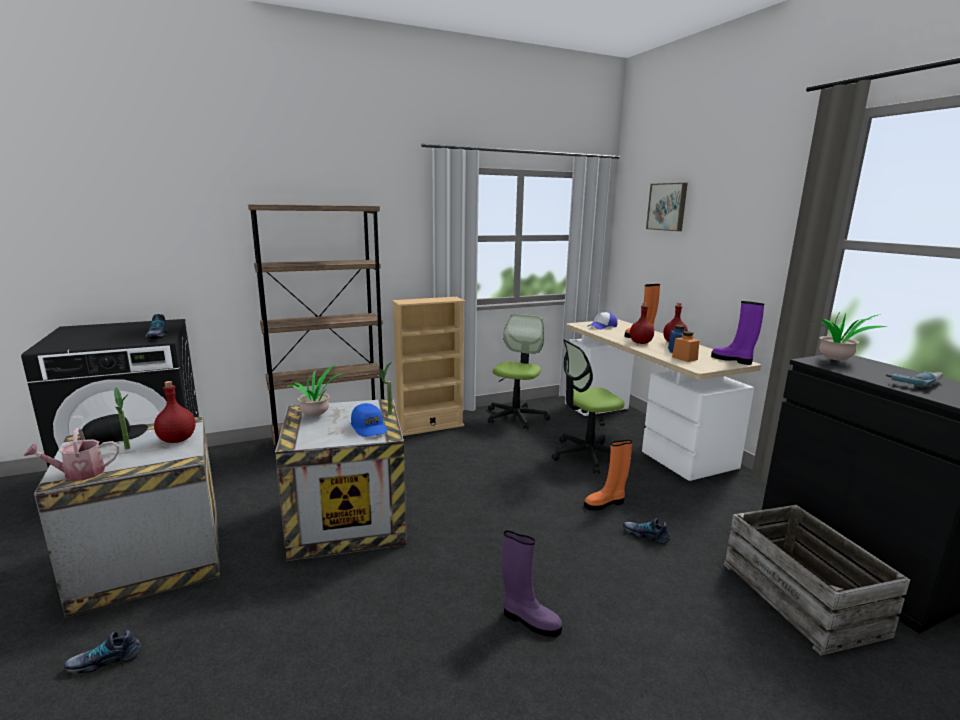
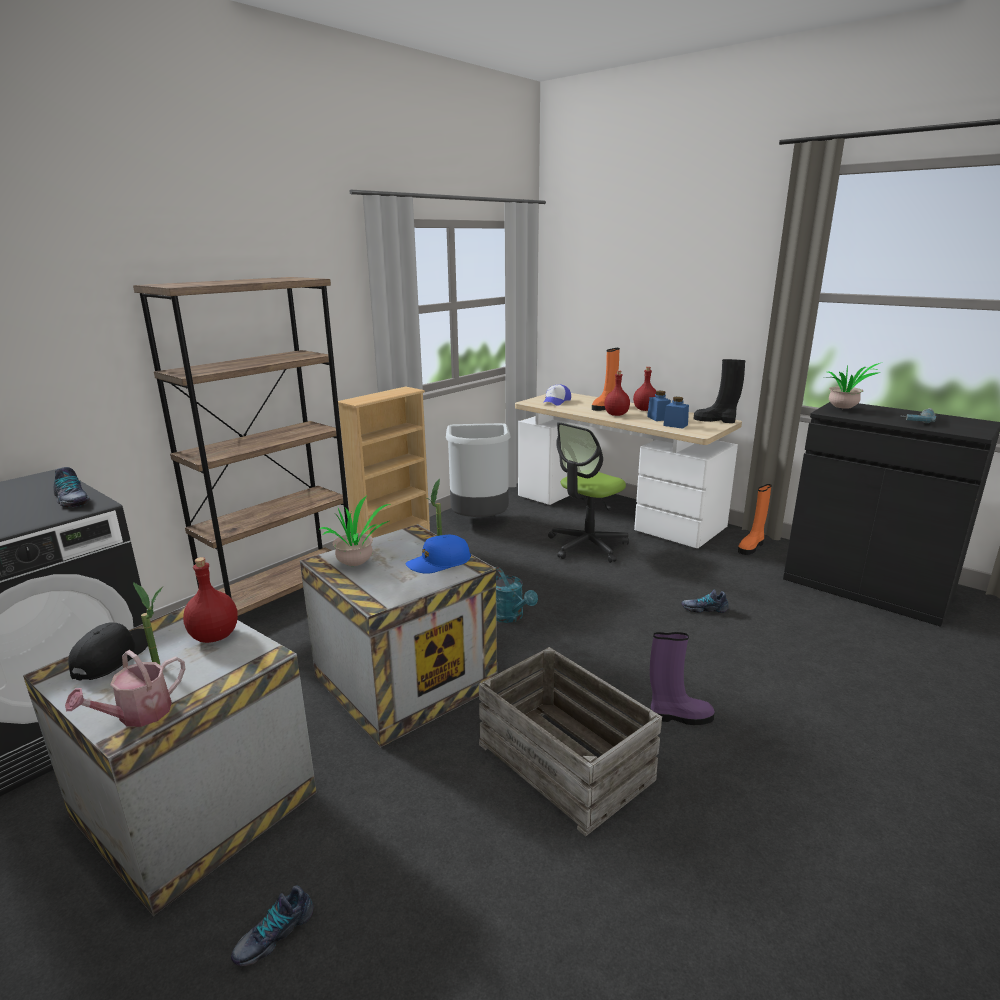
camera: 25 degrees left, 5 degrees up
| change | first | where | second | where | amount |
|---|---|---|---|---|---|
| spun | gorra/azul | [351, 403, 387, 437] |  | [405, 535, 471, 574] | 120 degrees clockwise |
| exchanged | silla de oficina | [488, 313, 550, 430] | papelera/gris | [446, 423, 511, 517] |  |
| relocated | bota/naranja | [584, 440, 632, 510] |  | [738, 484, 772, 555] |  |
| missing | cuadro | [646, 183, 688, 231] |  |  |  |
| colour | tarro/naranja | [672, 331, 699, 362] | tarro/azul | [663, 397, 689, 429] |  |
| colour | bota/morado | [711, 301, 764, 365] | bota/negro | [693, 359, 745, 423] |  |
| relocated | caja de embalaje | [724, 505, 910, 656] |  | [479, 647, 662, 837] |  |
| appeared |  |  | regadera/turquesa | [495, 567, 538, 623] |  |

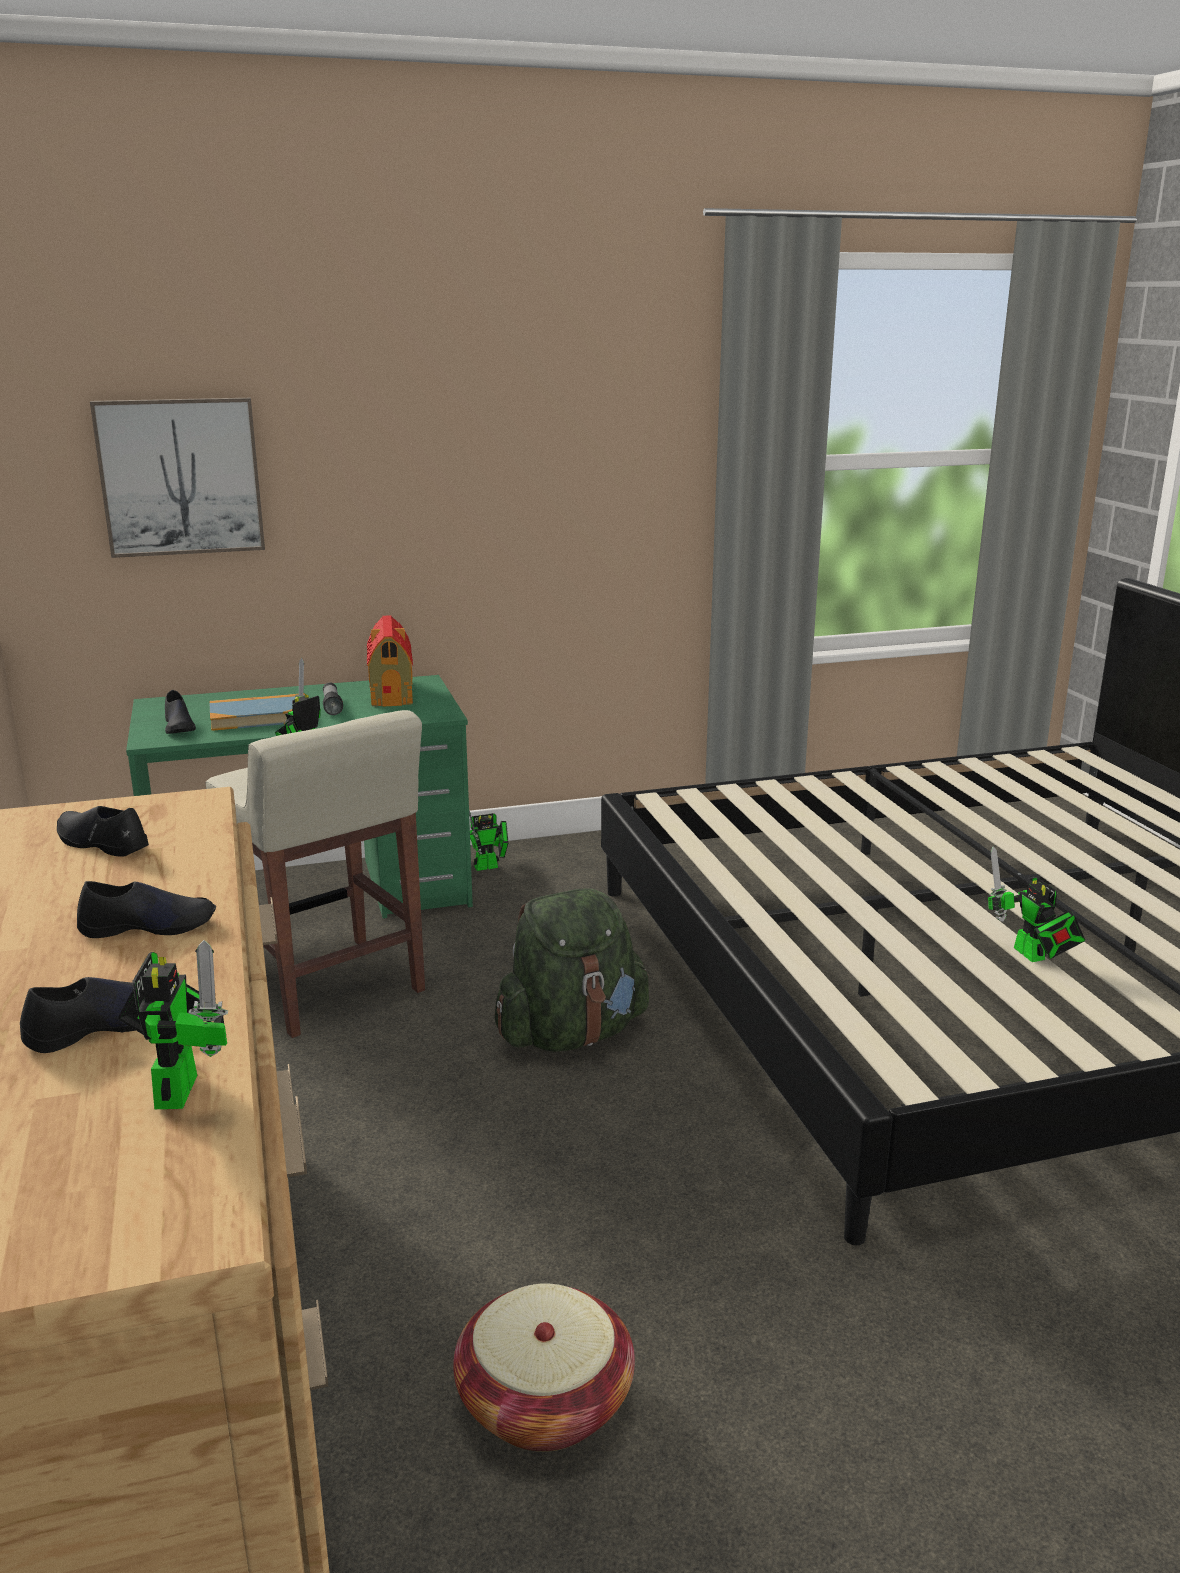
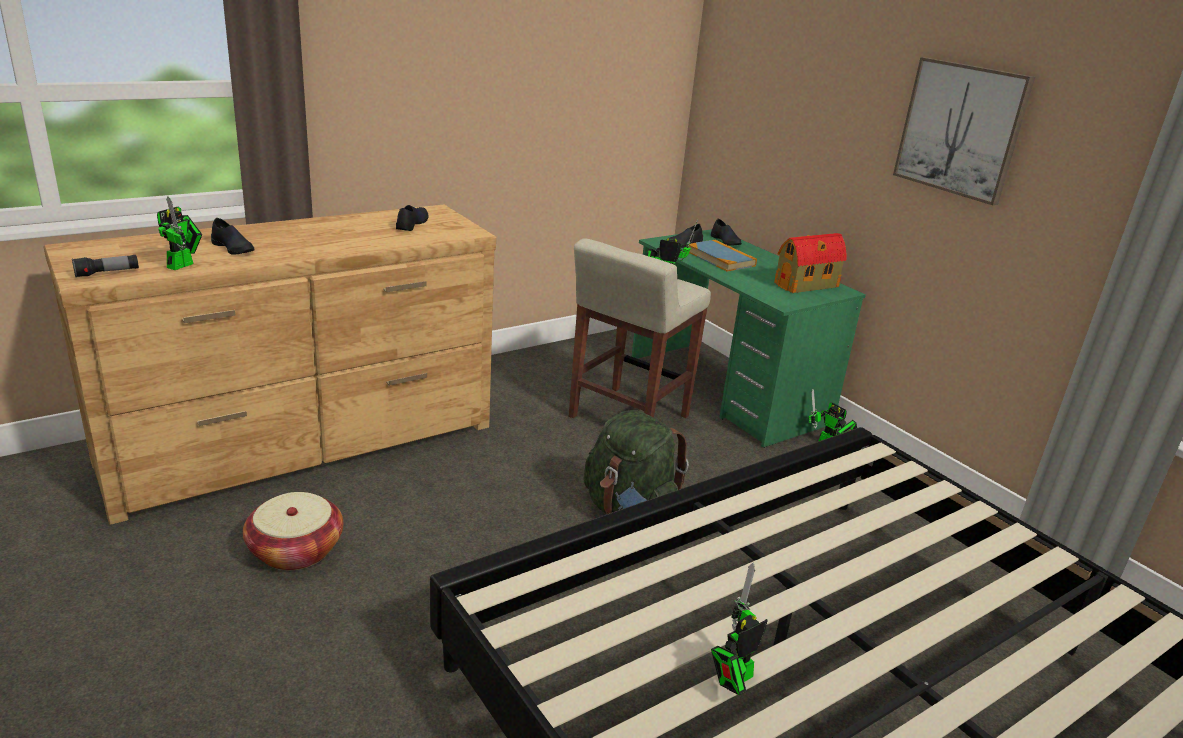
camera: 70 degrees right, 5 degrees up
| change | first | where | second | where | amount |
|---|---|---|---|---|---|
| relocated | zapato/negro | [77, 881, 216, 938] |  | [711, 219, 742, 246] |  |
| relocated | cuadro | [90, 398, 265, 558] |  | [893, 57, 1035, 205] |  |
| spun | robot de juguete | [118, 940, 228, 1109] |  | [157, 196, 202, 270] | 45 degrees counterclockwise |
| relocated | linterna | [323, 682, 343, 715] |  | [72, 255, 139, 277] |  |

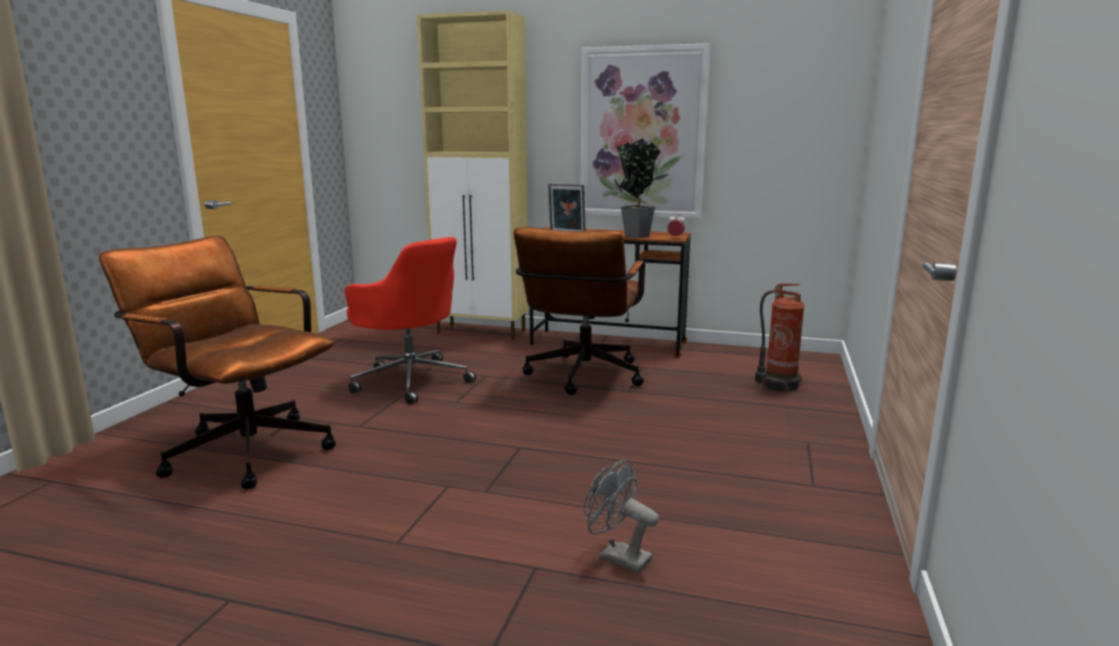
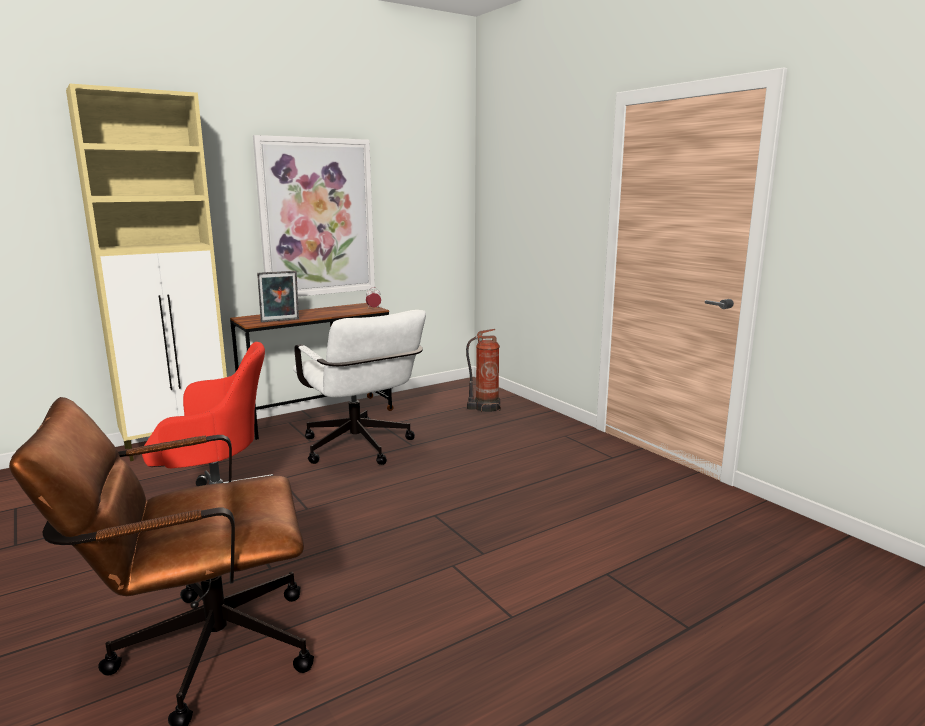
camera: 50 degrees left, 0 degrees up
| change | first | where | second | where | amount |
|---|---|---|---|---|---|
| colour | silla de oficina/marrón | [514, 227, 645, 395] | silla de oficina/blanco | [293, 310, 426, 465] |  |
| missing | ventilador/gris | [584, 459, 659, 573] |  |  |  |
| missing | planta en maceta | [616, 138, 660, 238] |  |  |  |

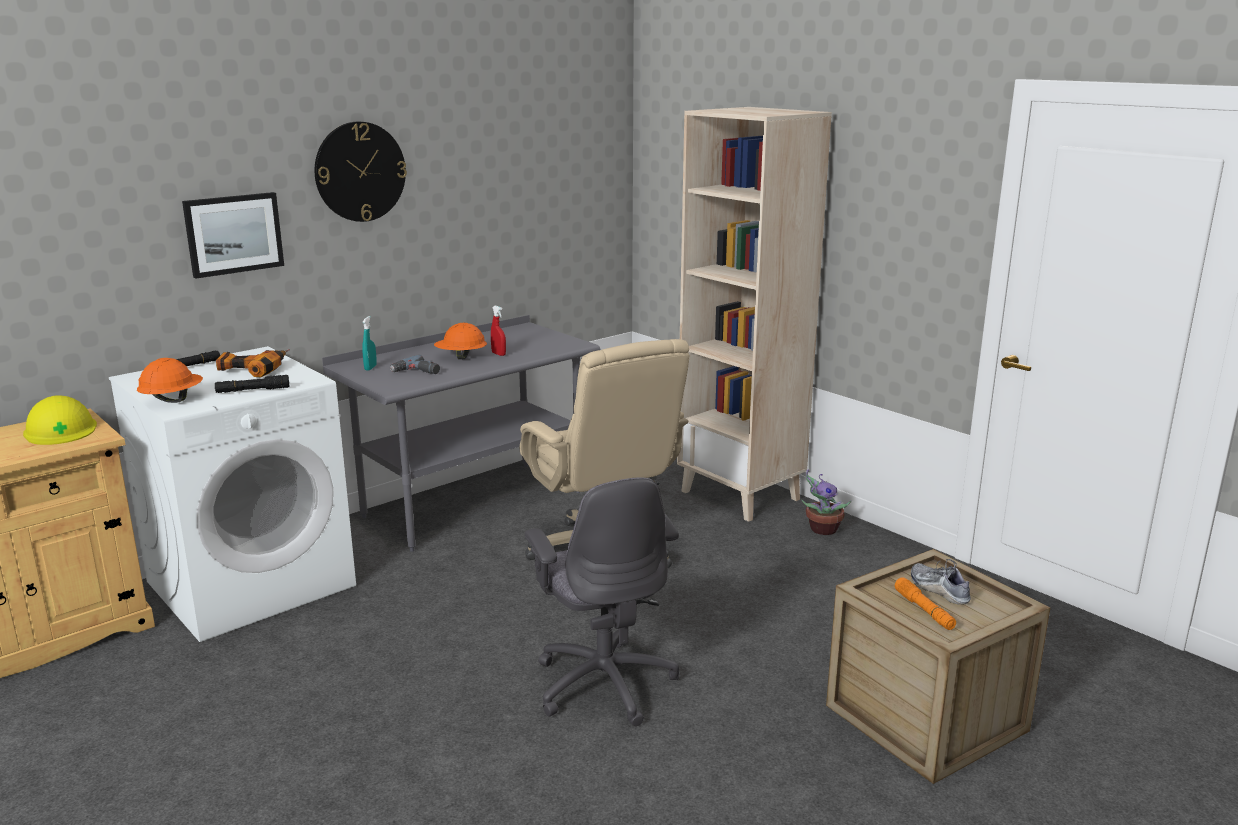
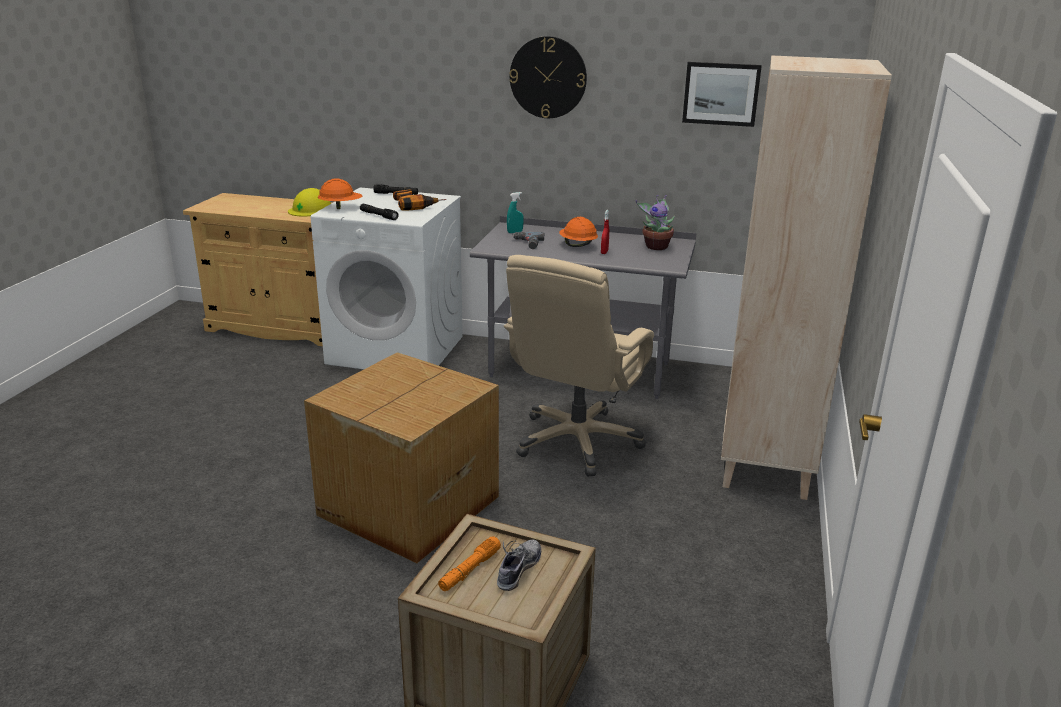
camera: 55 degrees right, 5 degrees up
| change | first | where | second | where | amount |
|---|---|---|---|---|---|
| relocated | cuadro | [182, 192, 284, 279] |  | [682, 62, 762, 127] |  |
| exchanged | silla de oficina/gris | [525, 477, 679, 726] | caja de cartón | [304, 352, 499, 563] |  |
| relocated | planta en maceta | [801, 469, 851, 535] |  | [636, 195, 675, 250] |  |

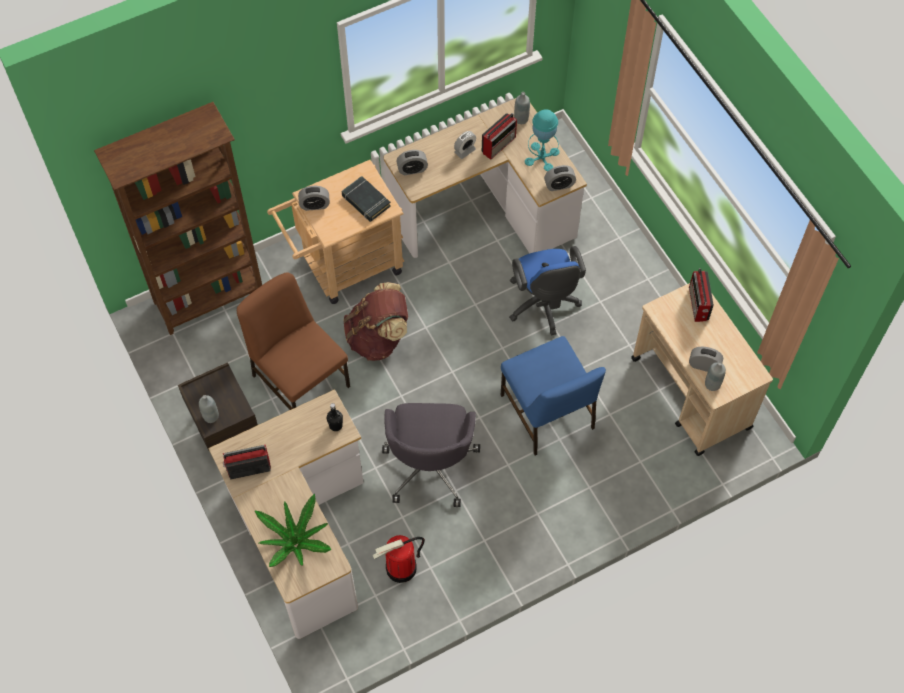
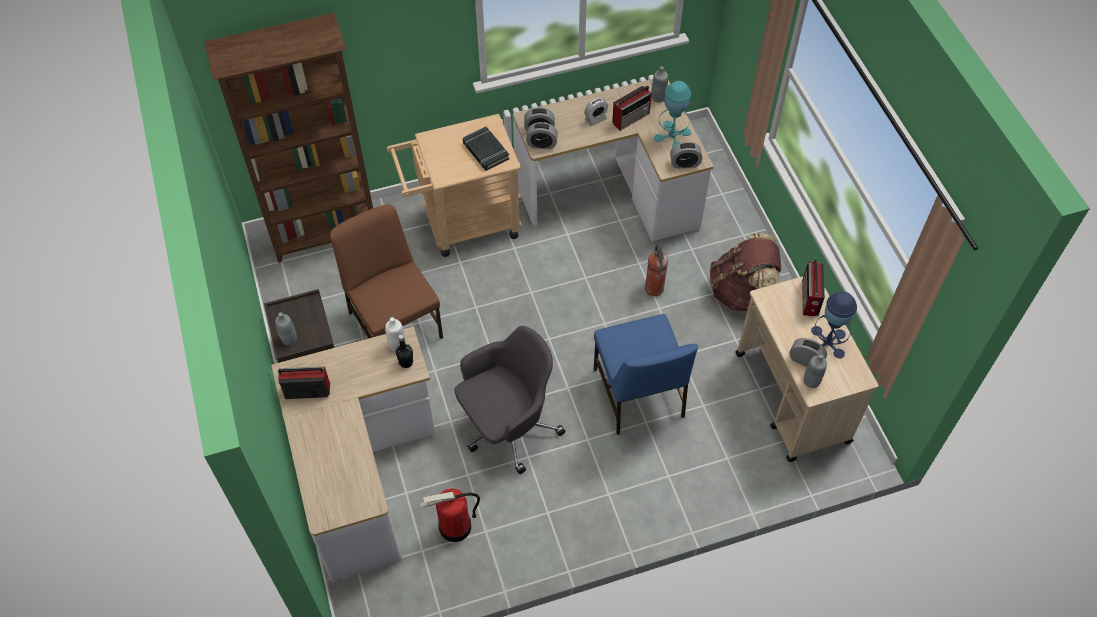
camera: 10 degrees right, 5 degrees down
| change | first | where | second | where | amount |
|---|---|---|---|---|---|
| missing | planta en maceta | [254, 494, 331, 567] |  |  |  |
| relocated | despertador | [298, 186, 330, 211] |  | [526, 122, 558, 149] |  |
| relocated | mochila/marrón | [343, 282, 408, 361] |  | [710, 233, 781, 311] |  |
| spun | silla de oficina/gris | [382, 403, 480, 507] |  | [455, 326, 565, 474] | 135 degrees counterclockwise |
| exchanged | silla de oficina/azul | [509, 246, 586, 335] | extintor | [645, 245, 668, 296] |  |
| appeared |  |  | botella/blanco | [385, 317, 406, 352] |  |
| appeared |  |  | lámpara de mesa/azul | [811, 291, 857, 359] |  |

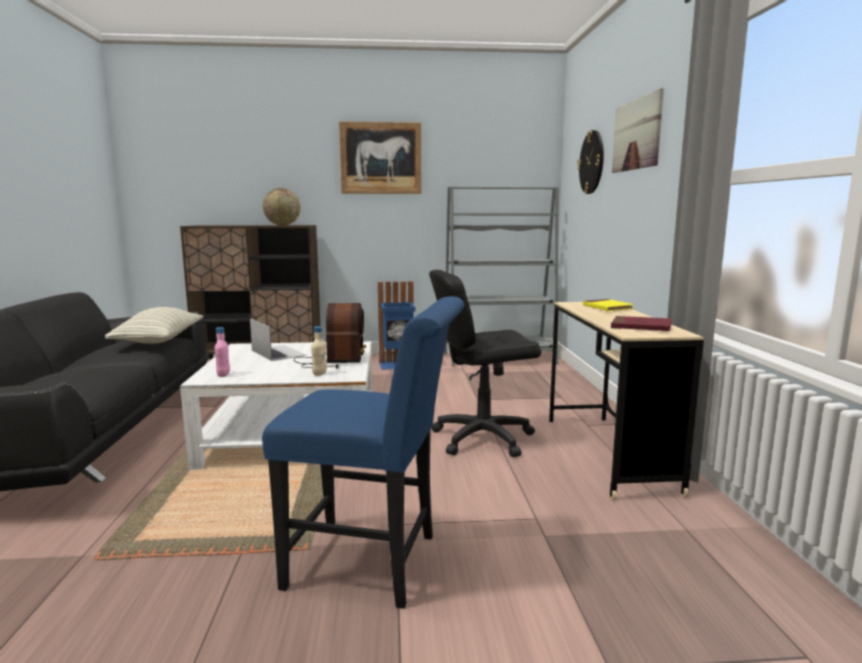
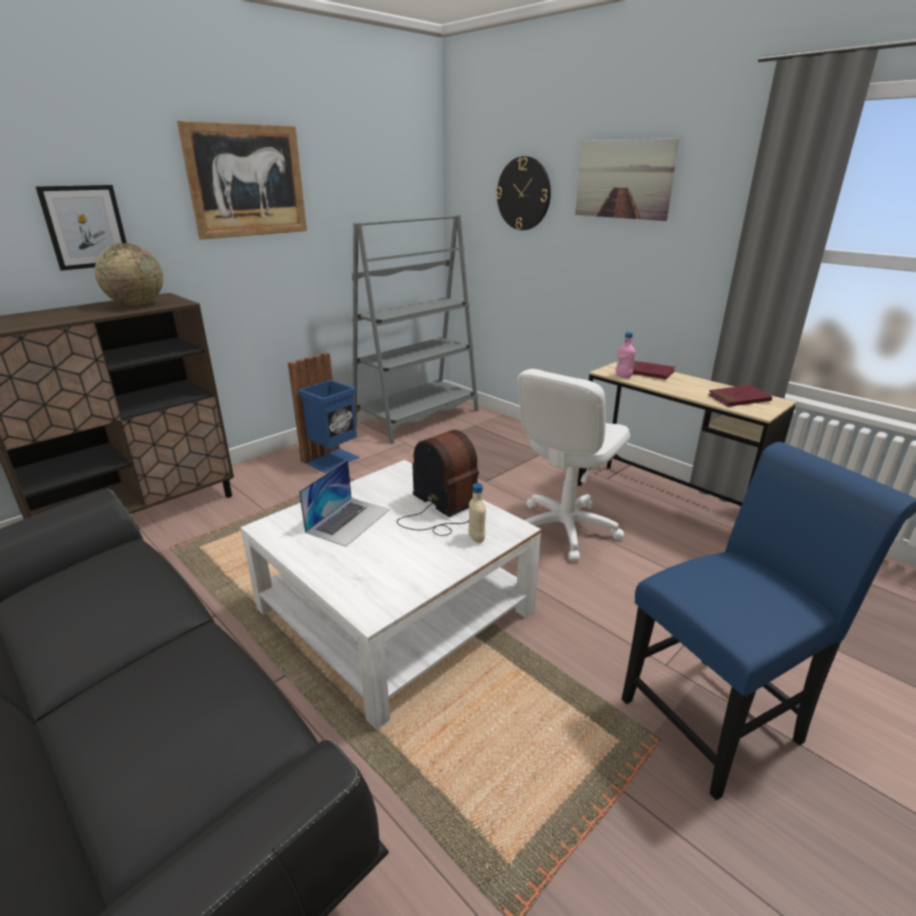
camera: 40 degrees left, 15 degrees up
| change | first | where | second | where | amount |
|---|---|---|---|---|---|
| missing | cojín | [105, 307, 203, 344] |  |  |  |
| relocated | botella/rosa | [215, 327, 230, 377] |  | [616, 332, 636, 378] |  |
| spun | portátil | [250, 318, 306, 361] |  | [299, 460, 390, 547] | 105 degrees clockwise |
| colour | silla de oficina/negro | [429, 270, 541, 457] | silla de oficina/blanco | [517, 369, 630, 562] |  |
| colour | libro/amarillo | [583, 299, 634, 311] | libro/rojo | [633, 361, 676, 379] |  |
| appeared |  |  | cuadro | [36, 185, 127, 271] |  |

